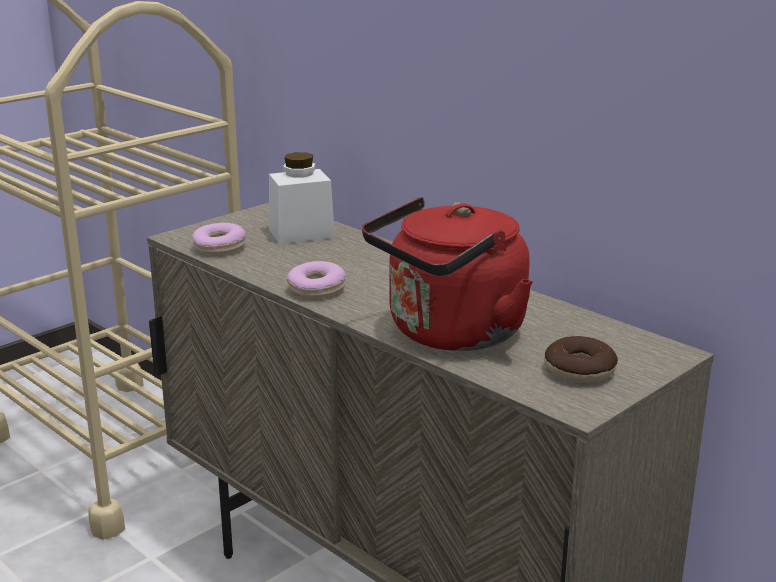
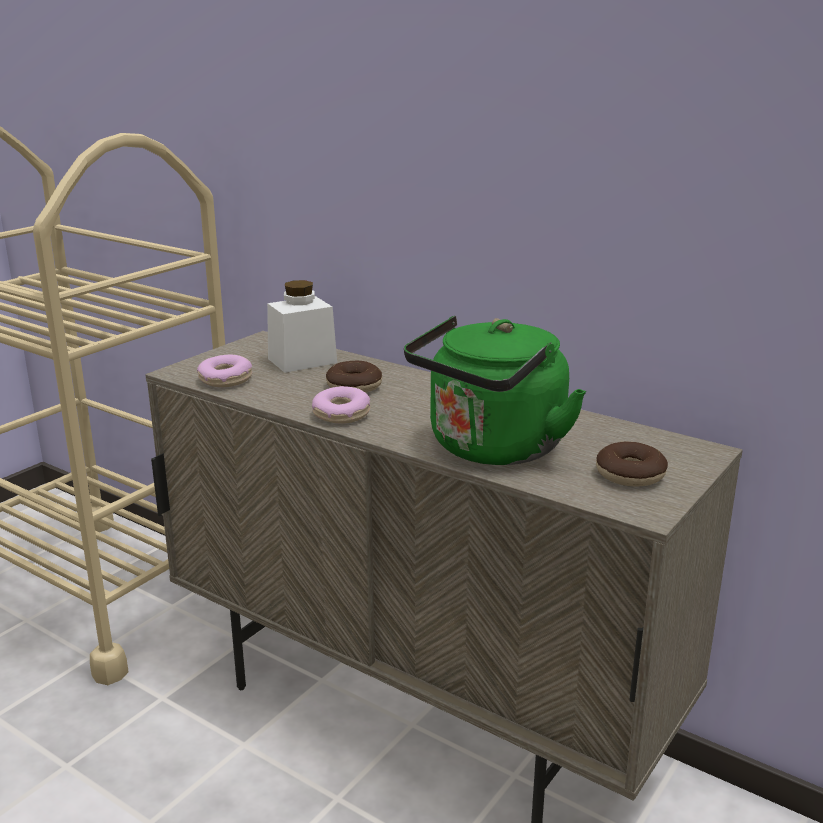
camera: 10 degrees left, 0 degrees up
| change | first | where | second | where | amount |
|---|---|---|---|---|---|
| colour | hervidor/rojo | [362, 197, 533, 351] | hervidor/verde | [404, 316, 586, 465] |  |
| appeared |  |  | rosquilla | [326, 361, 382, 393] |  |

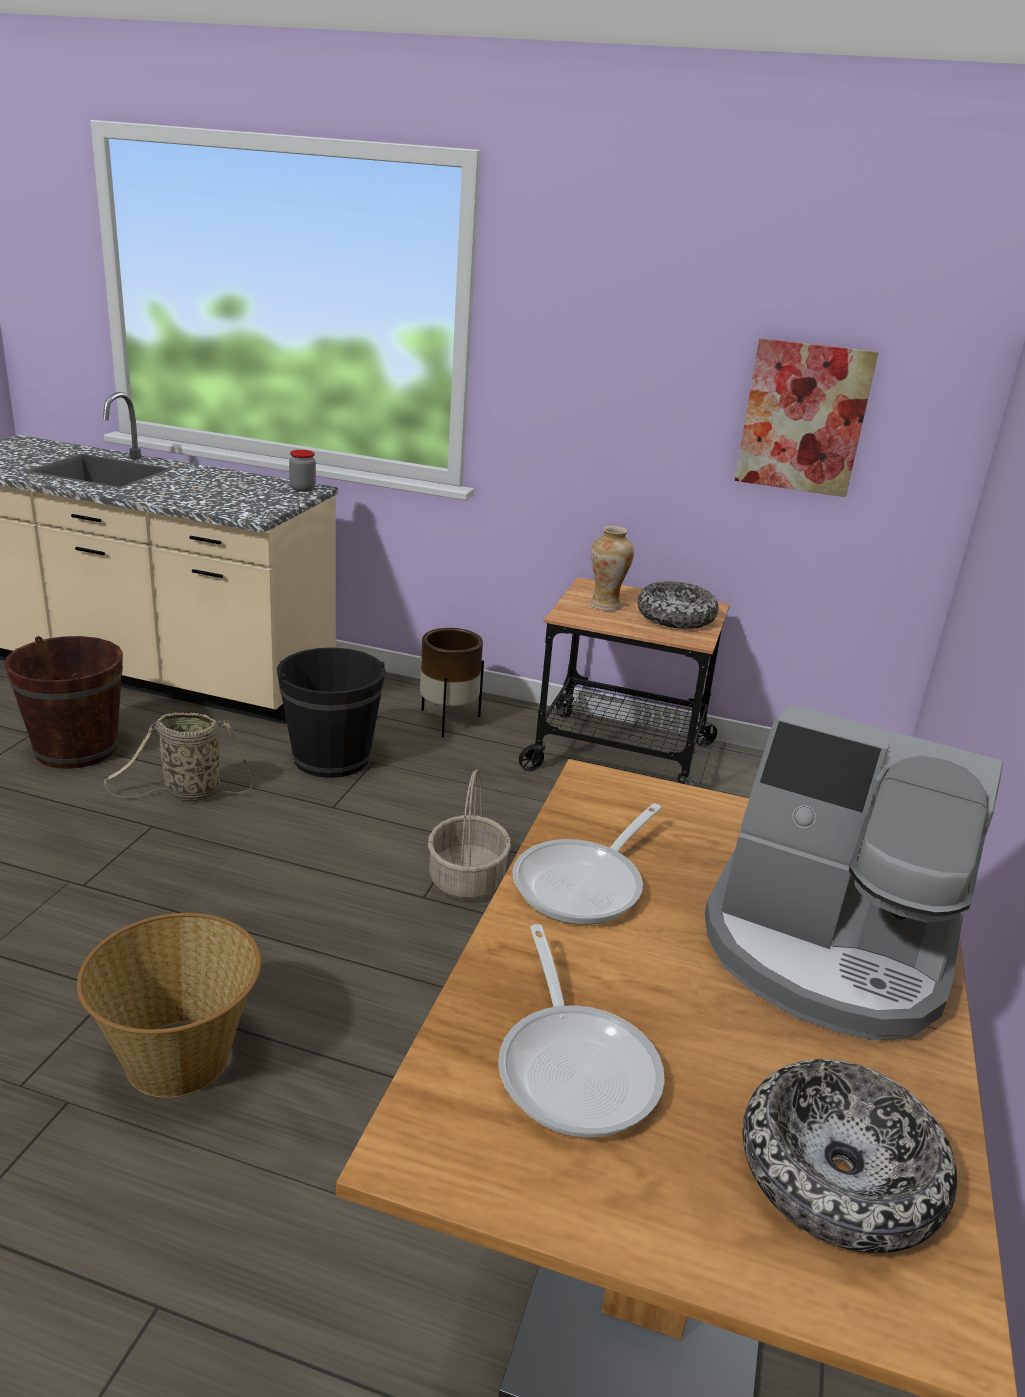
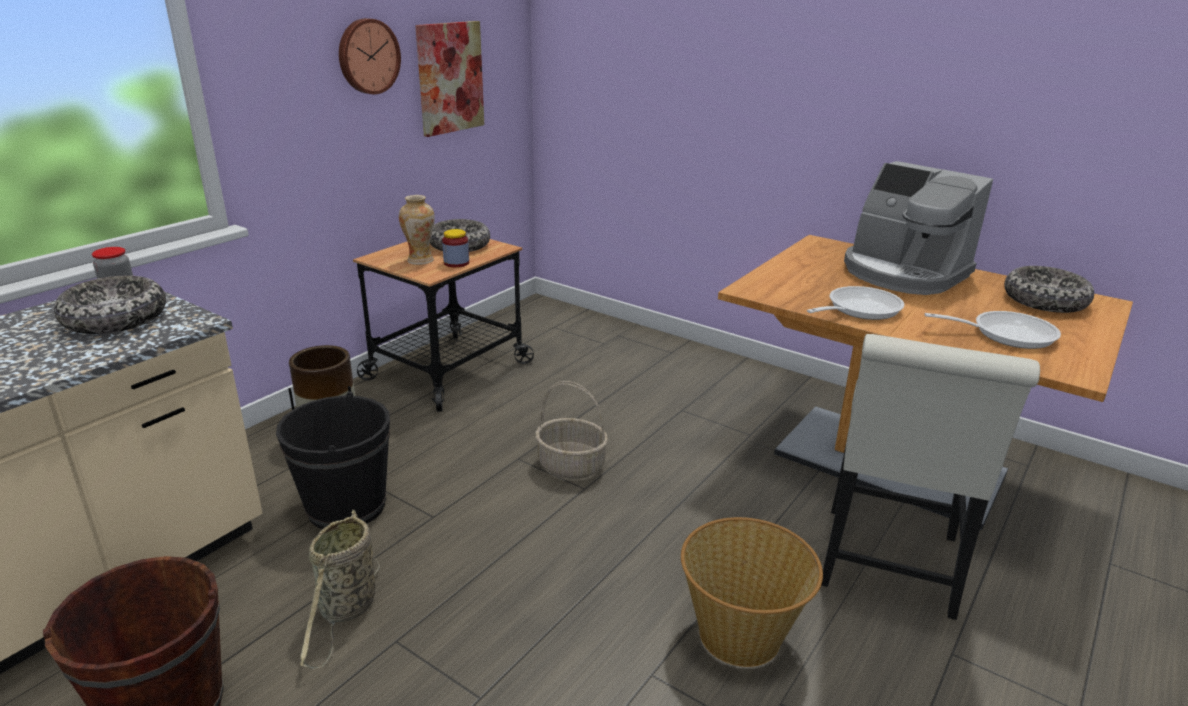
camera: 70 degrees left, 0 degrees up
| change | first | where | second | where | amount |
|---|---|---|---|---|---|
| spun | sartén | [513, 804, 661, 925] |  | [807, 286, 904, 320] | 90 degrees counterclockwise |
| spun | cafetera | [705, 704, 1004, 1040] |  | [844, 161, 993, 295] | 90 degrees clockwise |
| appeared |  |  | cuenco | [54, 276, 166, 334] |  |
| appeared |  |  | reloj de pared | [339, 18, 401, 94] |  |
| appeared |  |  | tarro | [442, 229, 469, 268] |  |
| appeared |  |  | silla/blanco | [822, 334, 1040, 620] |  |

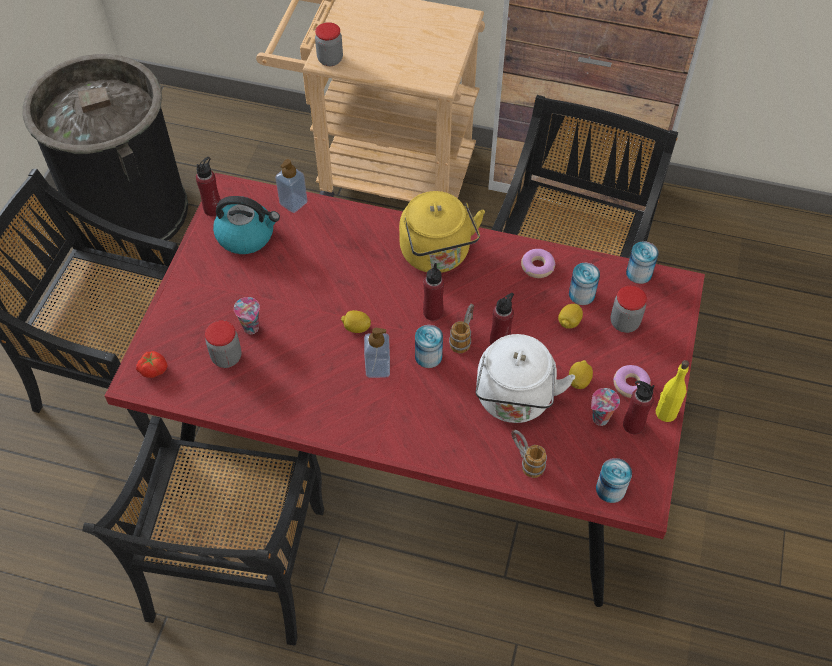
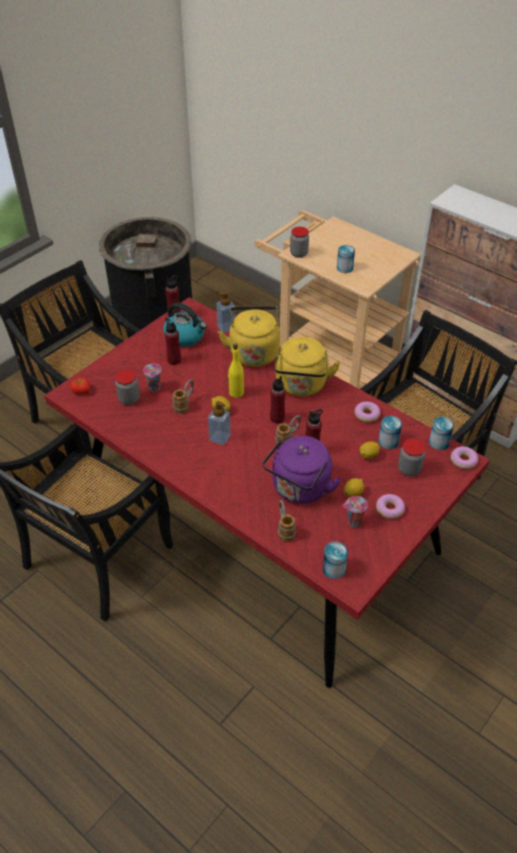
camera: 25 degrees right, 10 degrees down
| change | first | where | second | where | amount |
|---|---|---|---|---|---|
| relocated | lata | [415, 325, 443, 368] |  | [337, 245, 355, 273] |  |
| colour | hervidor/blanco | [476, 334, 575, 423] | hervidor/morado | [262, 436, 341, 504] |  |
| relocated | botella/rojo | [623, 380, 655, 434] |  | [165, 318, 181, 365] |  |
| relocated | botella/amarillo | [656, 360, 689, 422] |  | [228, 343, 244, 398] |  |
| appeared |  |  | taza grande | [172, 379, 194, 414] |  |
| appeared |  |  | hervidor/amarillo | [218, 306, 280, 367] |  |
| appeared |  |  | rosquilla | [451, 447, 478, 469] |  |

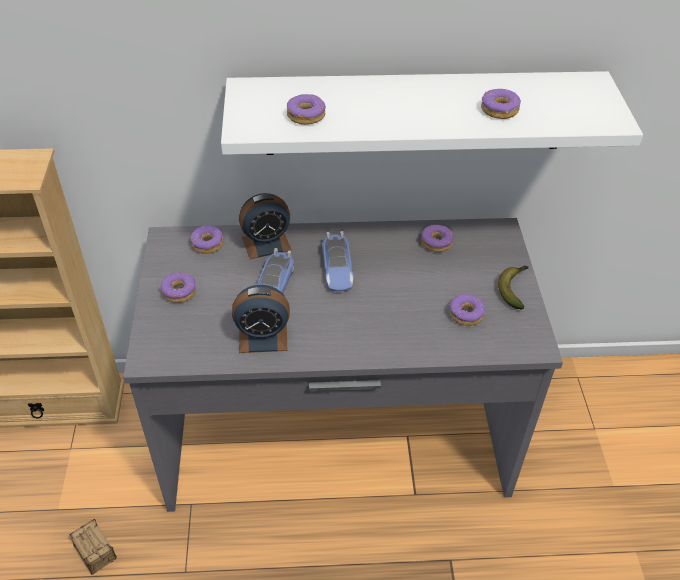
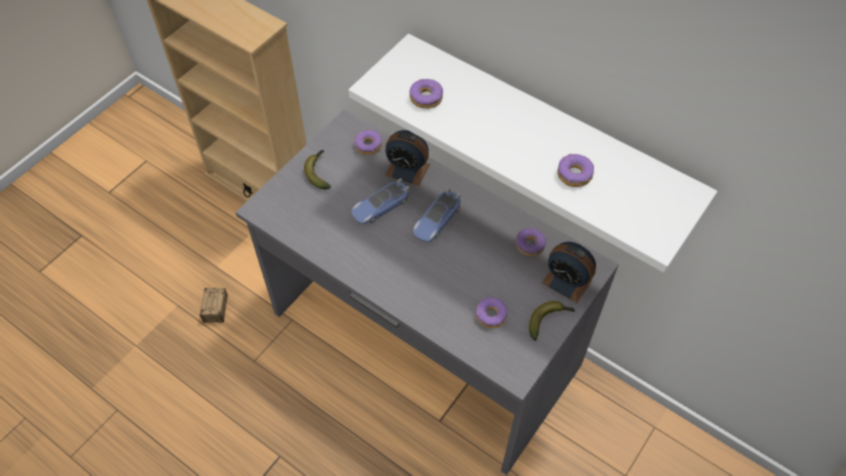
camera: 40 degrees right, 10 degrees up
| change | first | where | second | where | amount |
|---|---|---|---|---|---|
| exchanged | rosquilla | [160, 272, 196, 303] | plátano | [304, 150, 331, 189] |  |
| relocated | despertador | [232, 285, 290, 353] |  | [542, 242, 596, 303] |  |

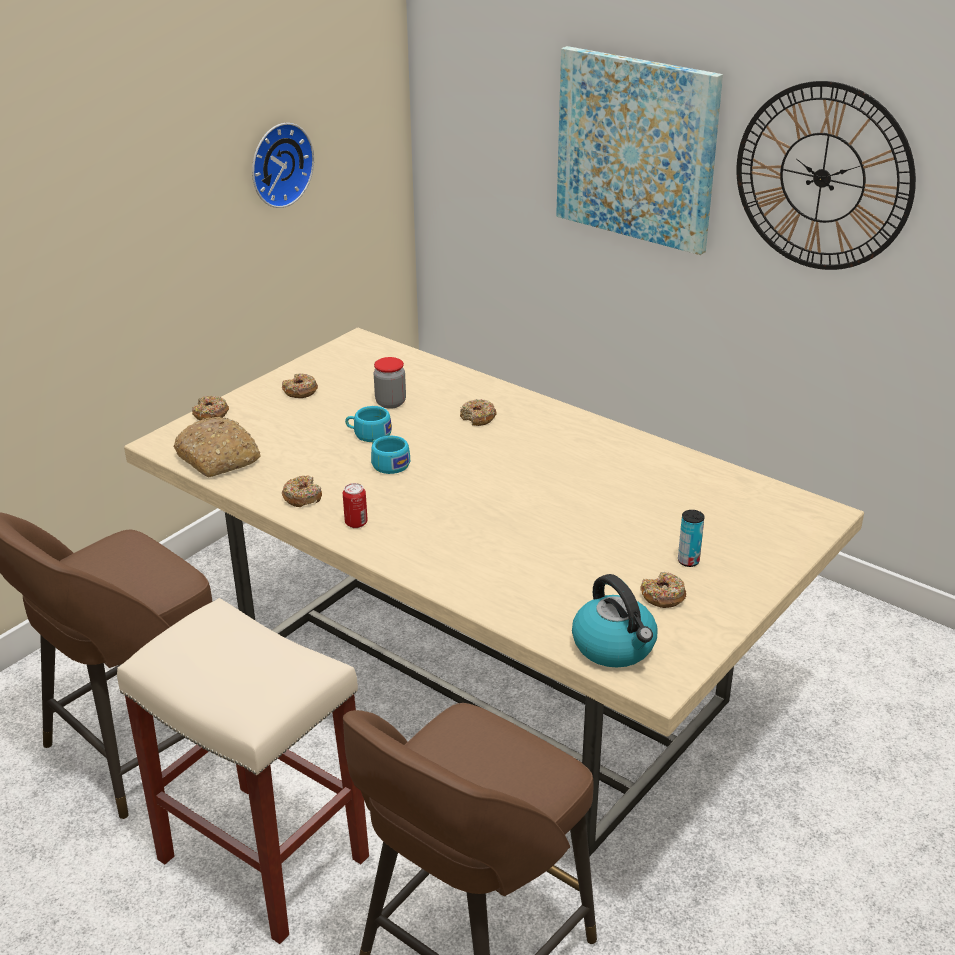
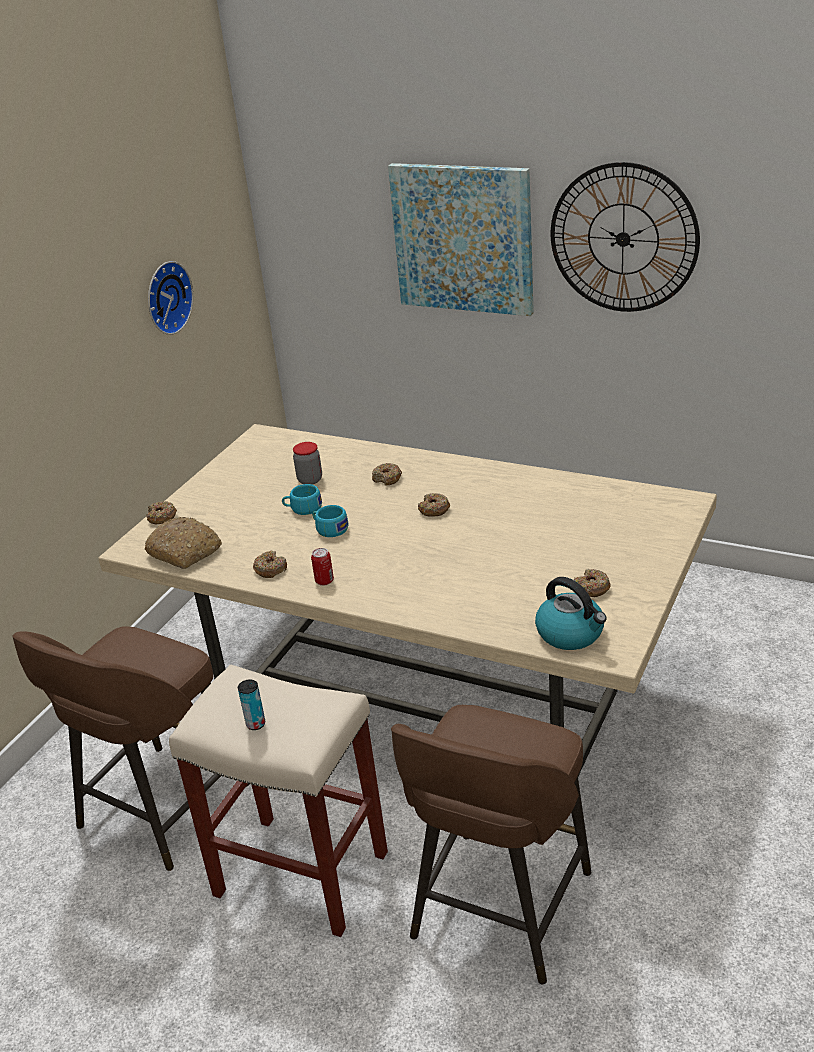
camera: 10 degrees left, 0 degrees up
| change | first | where | second | where | amount |
|---|---|---|---|---|---|
| relocated | rosquilla | [282, 373, 318, 398] |  | [418, 493, 450, 517] |  |
| relocated | lata | [678, 510, 704, 567] |  | [238, 680, 265, 730] |  |

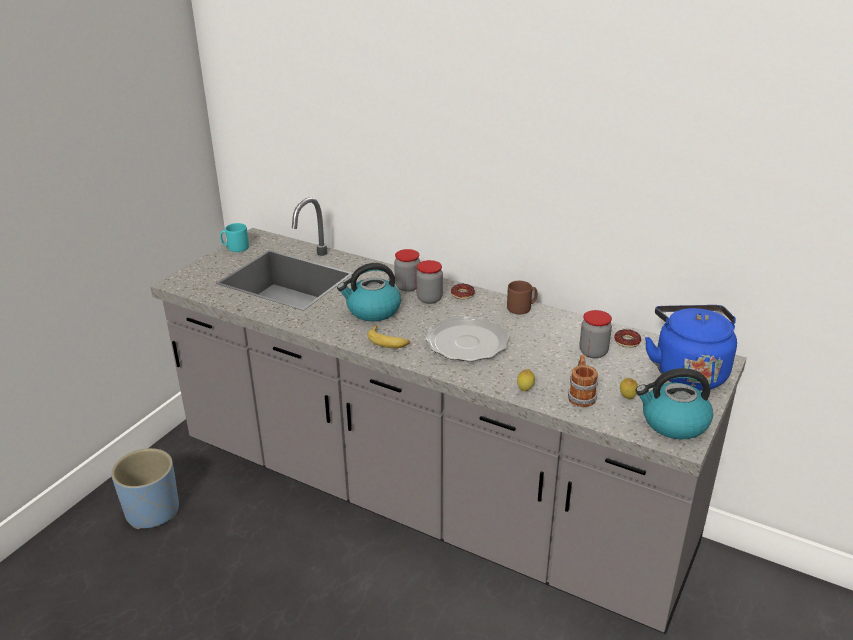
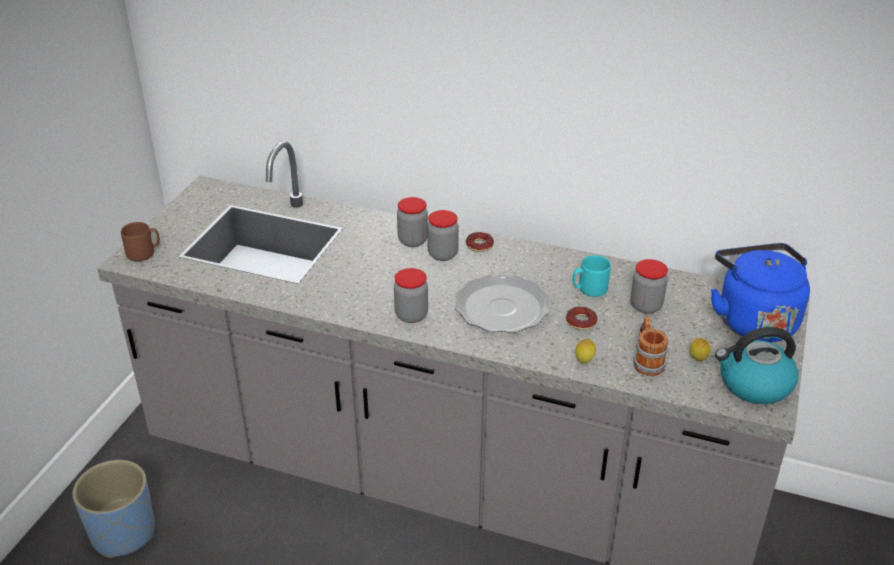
camera: 10 degrees left, 5 degrees up
| change | first | where | second | where | amount |
|---|---|---|---|---|---|
| relocated | taza grande/turquesa | [220, 223, 249, 252] |  | [573, 255, 611, 297] |  |
| missing | hervidor | [337, 263, 401, 321] |  |  |  |
| exchanged | plátano | [367, 325, 410, 348] | tarro | [394, 268, 428, 323] |  |
| relocated | taza grande/marrón | [507, 281, 537, 314] |  | [121, 222, 160, 261] |  |
| relocated | rosquilla | [614, 329, 641, 348] |  | [566, 307, 597, 330] |  |

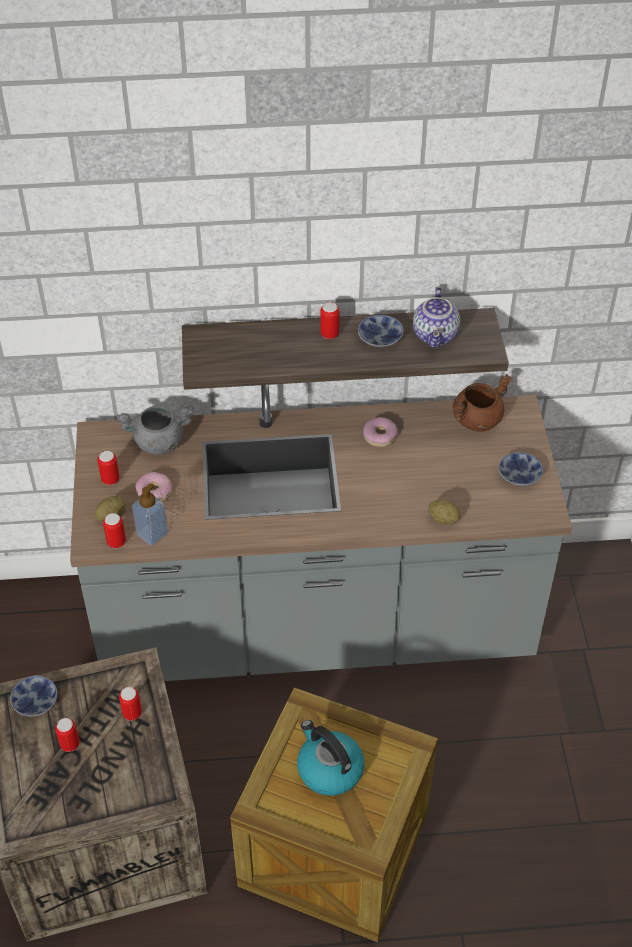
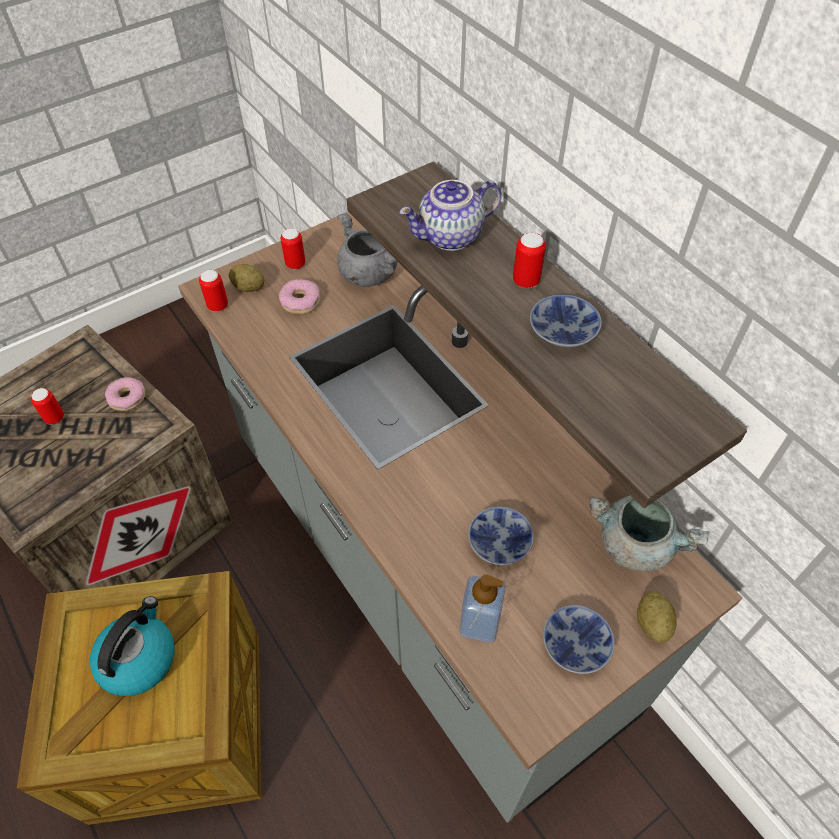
camera: 60 degrees right, 5 degrees up
| change | first | where | second | where | amount |
|---|---|---|---|---|---|
| relocated | cuenco | [10, 676, 57, 717] |  | [468, 507, 534, 565] |  |
| missing | lata | [119, 687, 142, 721] |  |  |  |
| relocated | dispensador de jabón | [132, 483, 168, 546] |  | [459, 575, 506, 643] |  |
| relocated | rosquilla | [363, 417, 398, 447] |  | [105, 377, 145, 411] |  |
| relocated | tetera | [413, 287, 460, 348] |  | [399, 180, 502, 251] |  |
| relocated | patata | [428, 499, 461, 525] |  | [637, 591, 677, 643] |  |
| colour | olla/marrón | [453, 374, 512, 432] | olla/gris | [589, 496, 709, 572] |  |

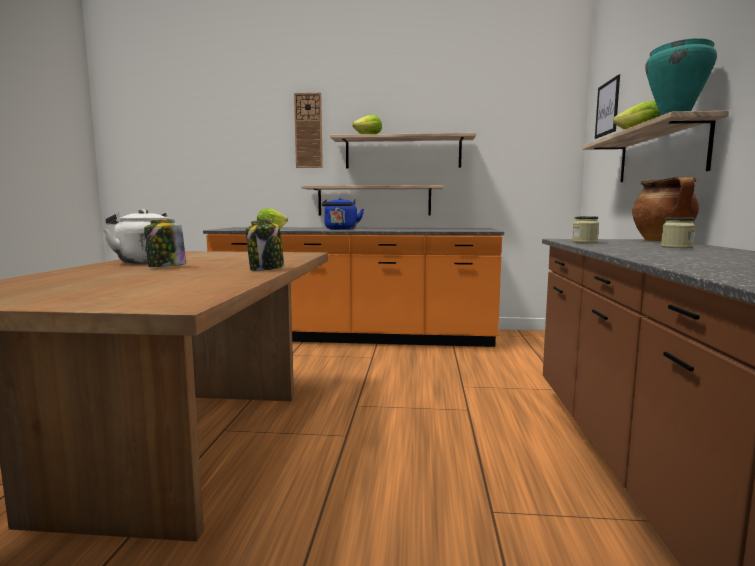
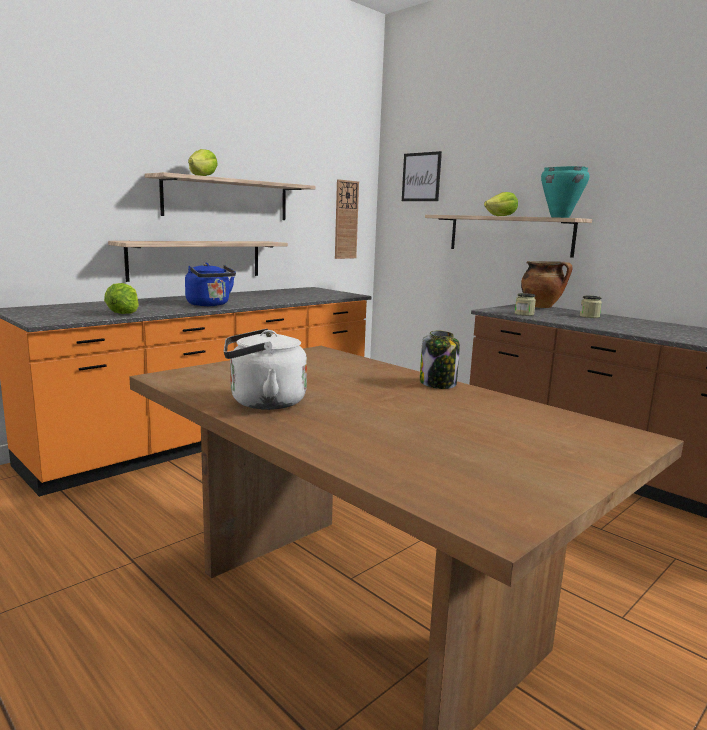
camera: 50 degrees left, 5 degrees up
| change | first | where | second | where | amount |
|---|---|---|---|---|---|
| missing | tarro | [144, 219, 186, 267] |  |  |  |
| relocated | reloj de pared | [294, 92, 323, 168] |  | [335, 179, 359, 259] |  |

